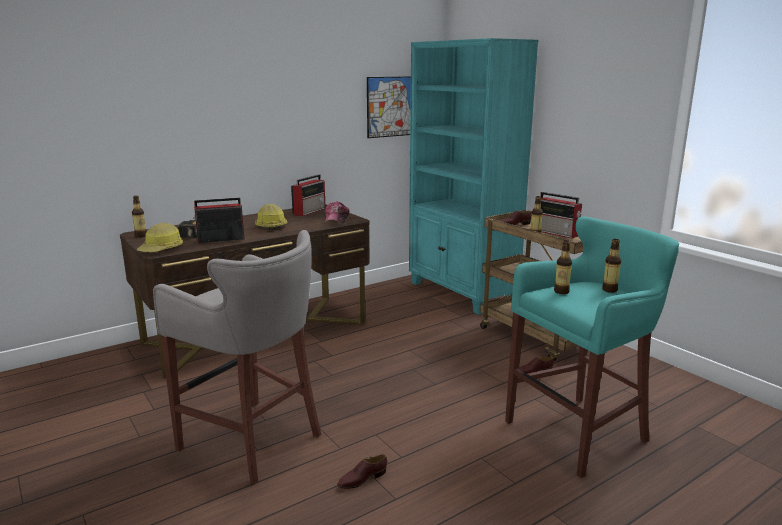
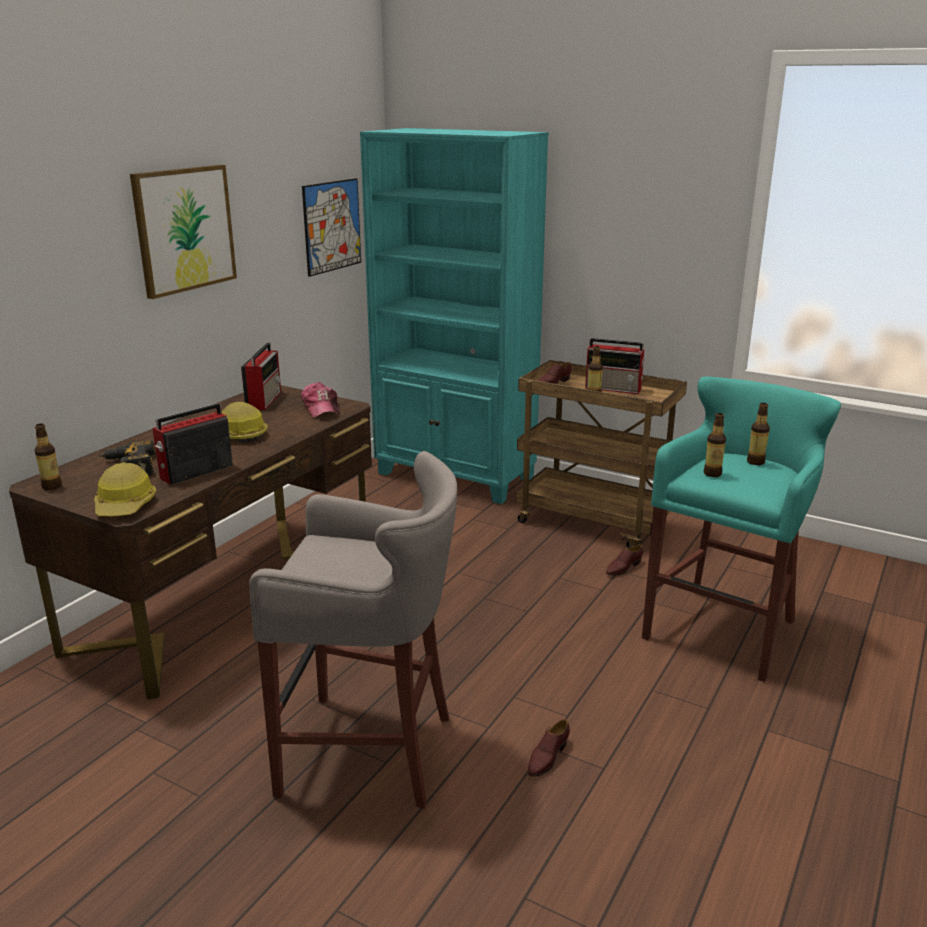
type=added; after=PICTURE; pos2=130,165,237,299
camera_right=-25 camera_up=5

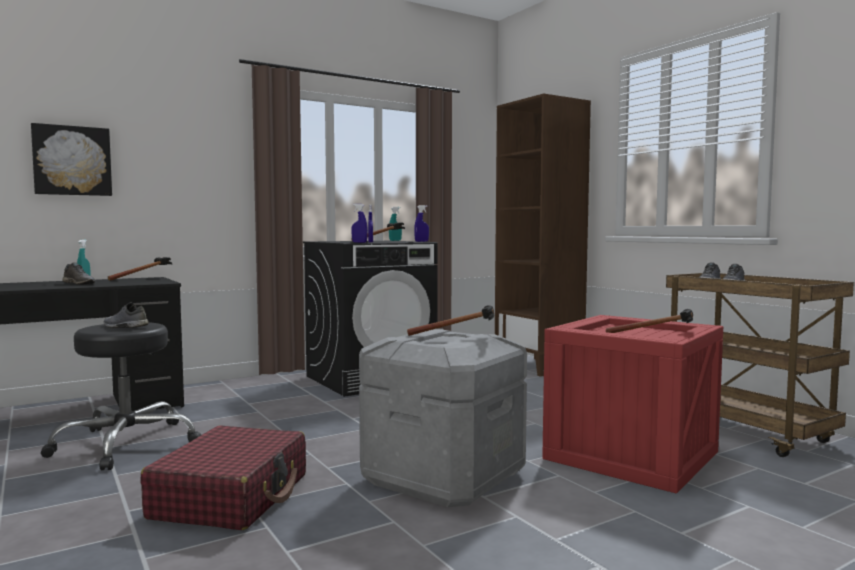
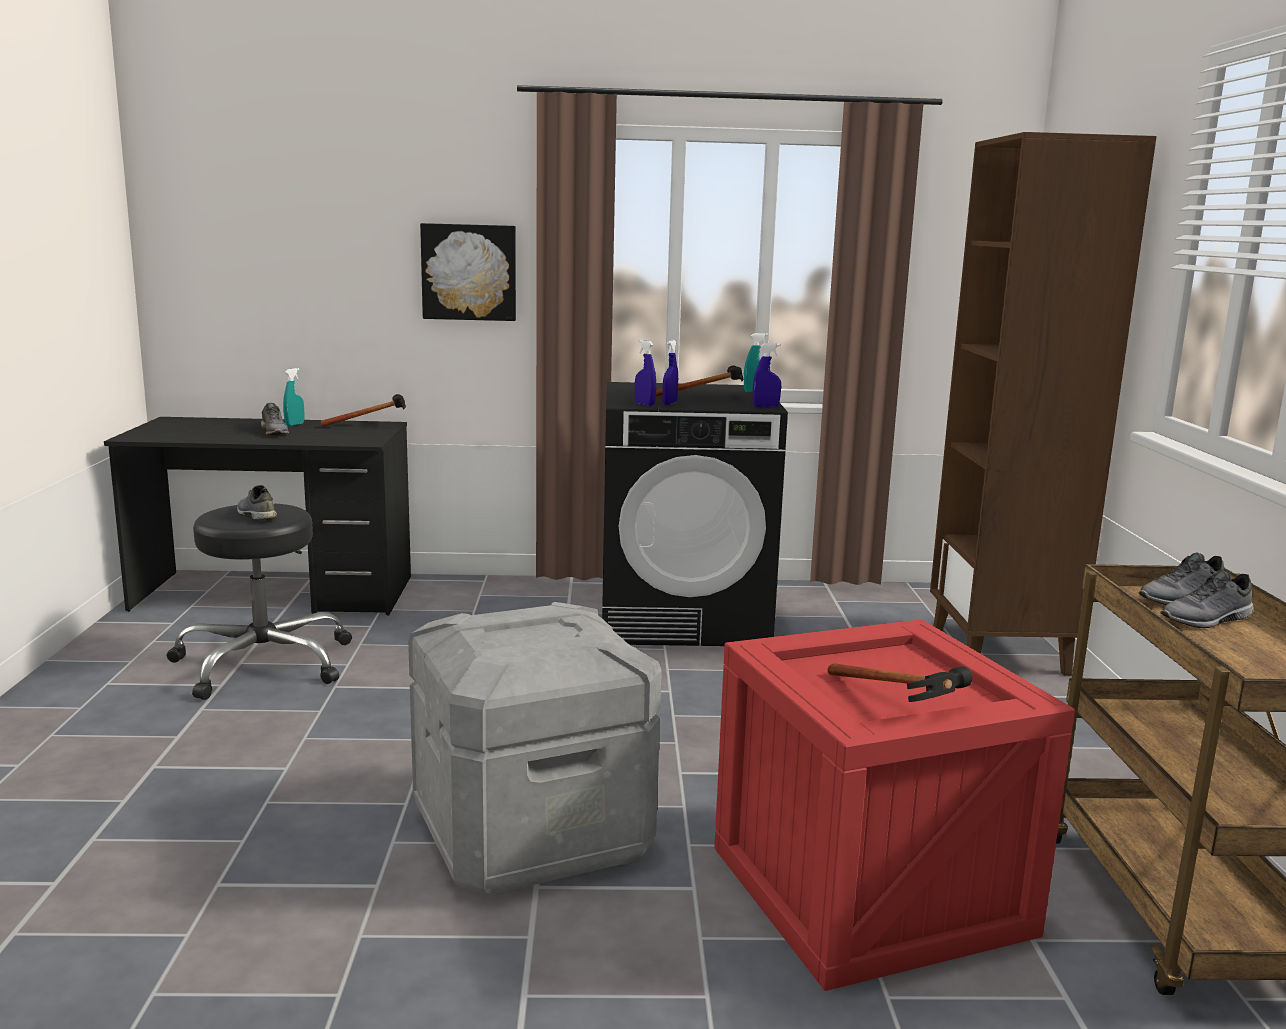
type=moved; before=PICTURE; pos1=31,123,112,196; pos2=420,223,516,321
type=removed; before=RED-COLOURED SUITCASE; pos1=140,425,306,530
type=removed; before=TOOL HAMMER; pos1=407,305,494,336
camera_right=30 camera_up=10

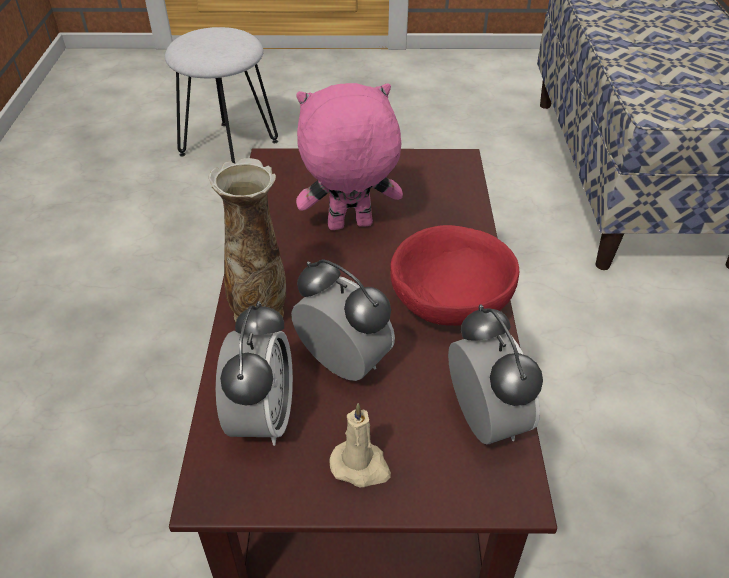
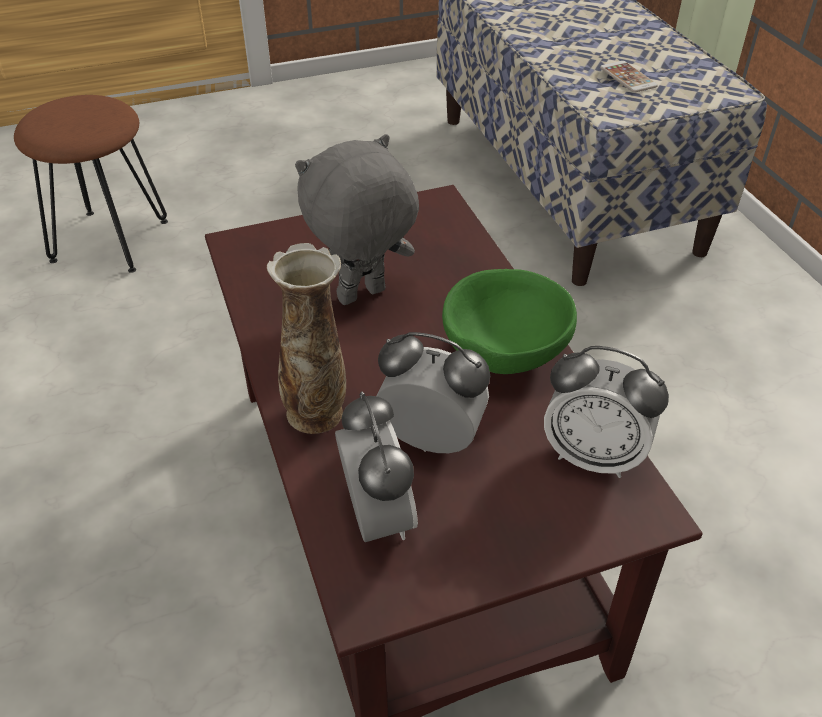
type=recoloured; before=WHITE-COLOURED STOOL SEAT; after=BROWN STOOL SEAT; pos1=165,27,278,164; pos2=14,95,168,273
type=recoloured; before=PINK-COLOURED CUDDLY TOY; after=GREYISH CUDDLY TOY; pos1=296,83,403,230; pos2=295,134,419,305
type=recoloured; before=RED-COLOURED BOWL; after=GREEN BOWL; pos1=390,225,519,326; pos2=442,269,577,374
type=turned; before=ALARM CLOCK; pos1=448,304,543,444; pos2=544,346,669,478; turn=150
type=added; after=HANDSET; pos2=600,61,658,93
type=removed; before=SAND-COLOURED CANDLE; pos1=330,403,391,487
camera_right=-20 camera_up=0

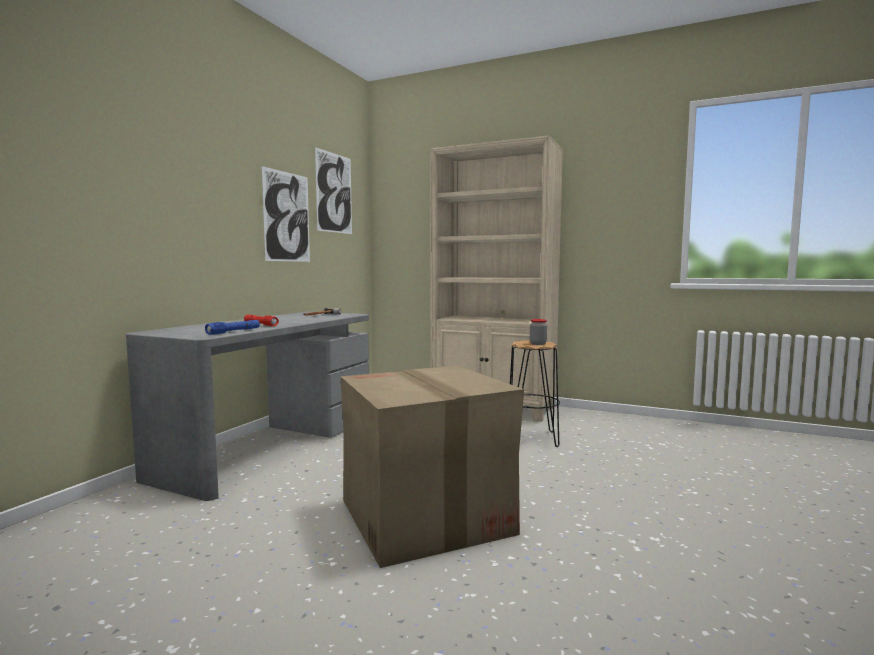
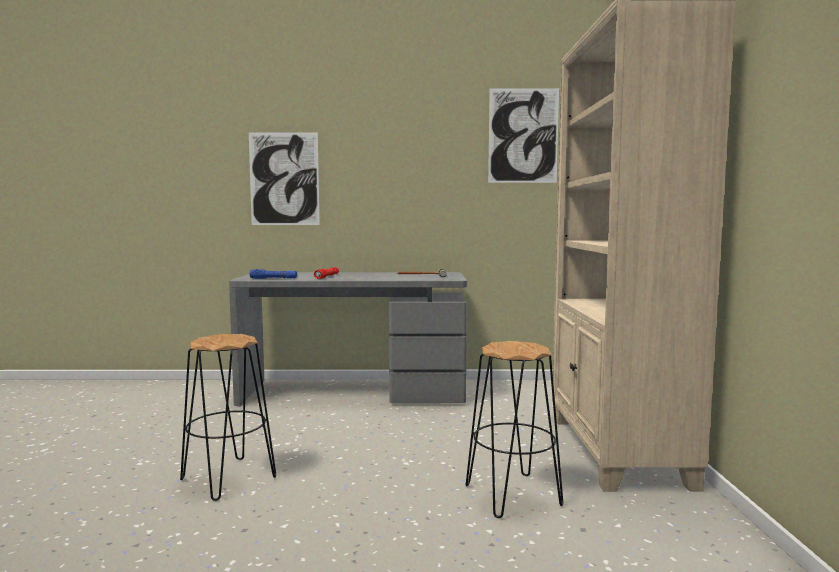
type=replaced; before=CARDBOARD BOX; after=BLACK-COLOURED STOOL SEAT; pos1=341,366,524,568; pos2=180,334,276,501
type=moved; before=PICTURE; pos1=262,166,310,262; pos2=249,132,320,225
type=removed; before=PRESERVE JAR; pos1=530,319,547,345
camera_right=65 camera_up=0

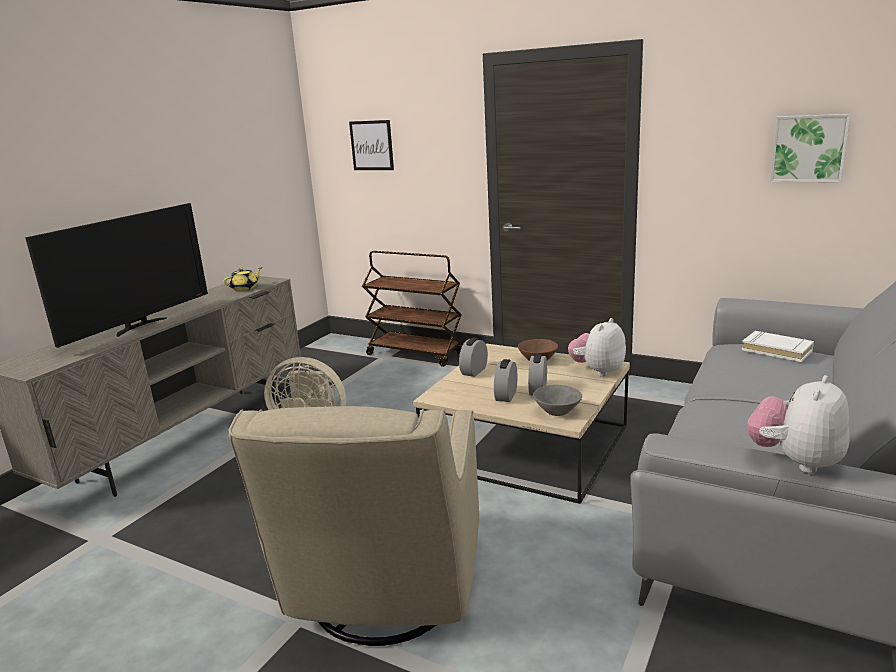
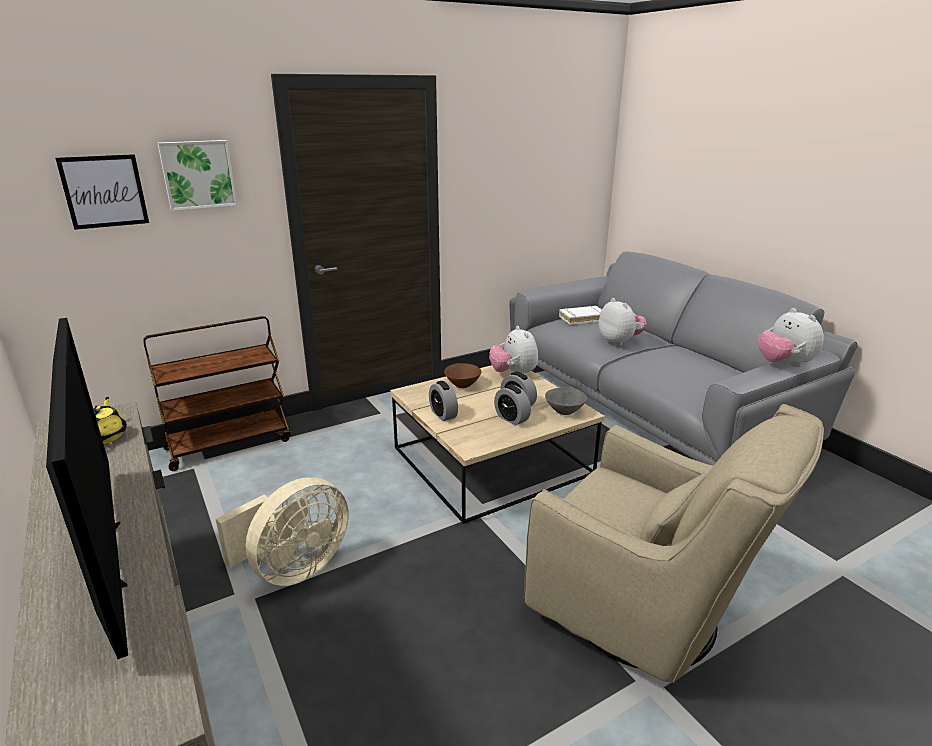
type=moved; before=PICTURE; pos1=770,114,850,182; pos2=157,140,237,211
type=added; after=CUDDLY TOY; pos2=599,298,647,346
camera_right=-60 camera_up=5

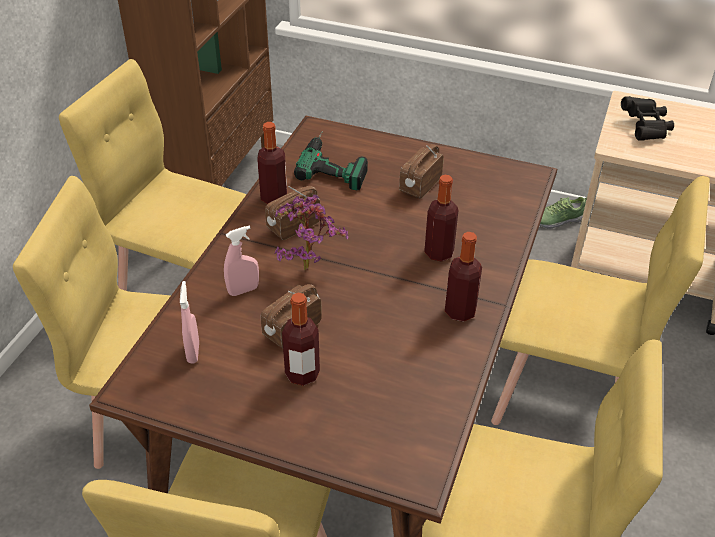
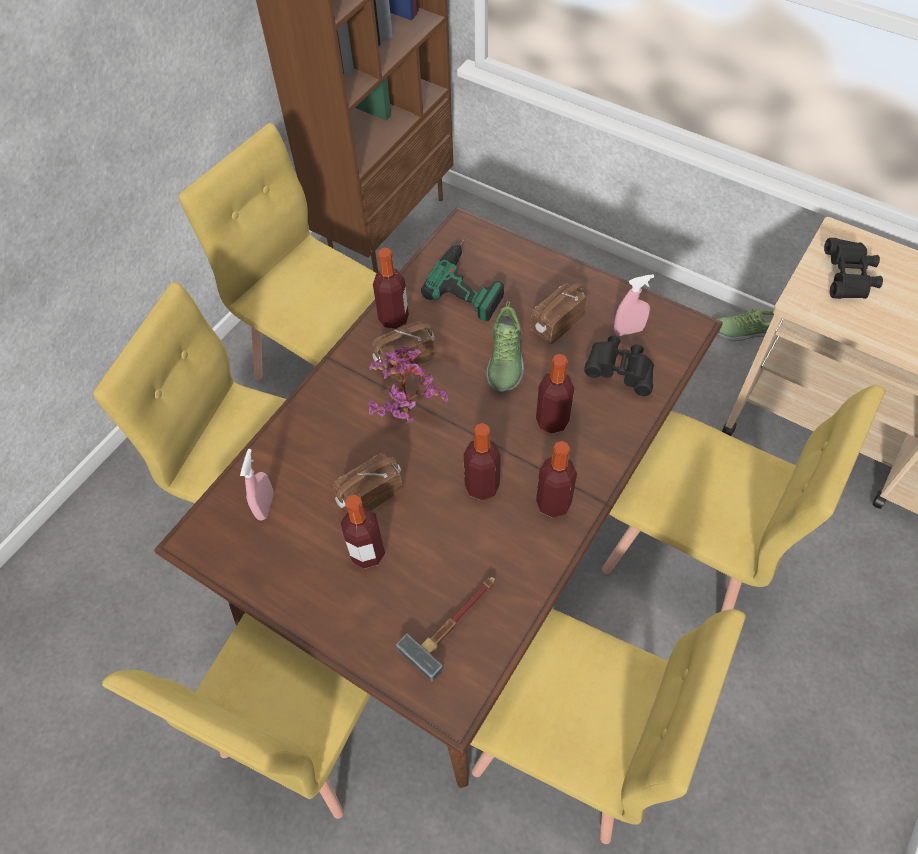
type=added; after=TOOL HAMMER; pos2=396,577,495,682
type=added; after=DRINK BOTTLE; pos2=464,423,501,500
type=added; after=LOW SHOE; pos2=486,301,524,391
type=added; after=BLACK-COLOURED FIELD GLASSES; pos2=584,336,654,396
type=moved; before=PINK-COLOURED SPRAY BOTTLE; pos1=224,225,259,296; pos2=614,274,654,336
camera_right=15 camera_up=15

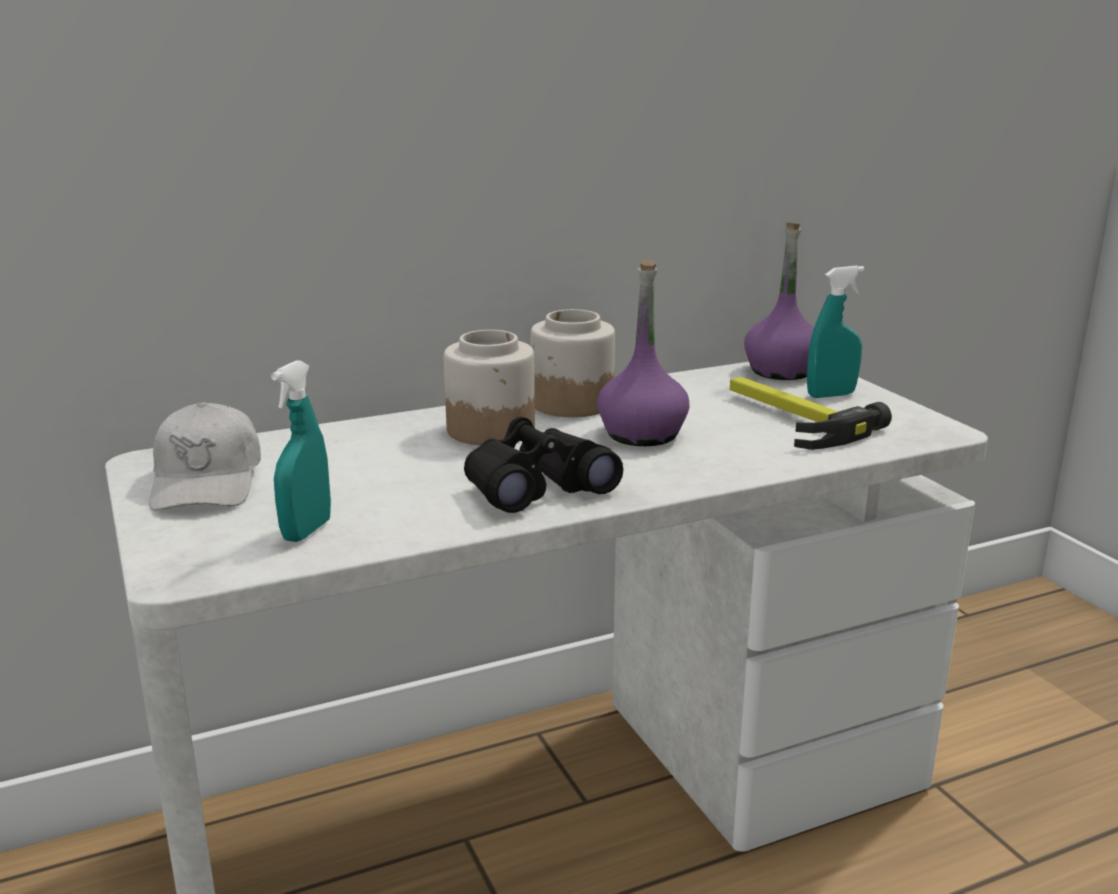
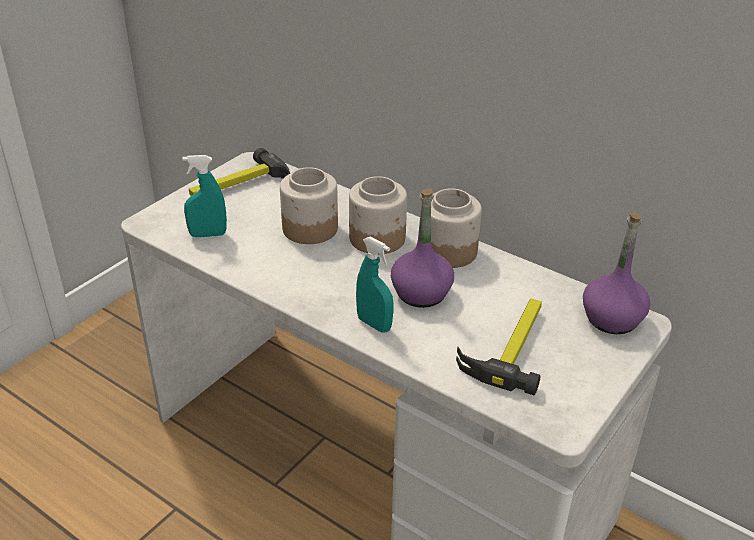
type=replaced; before=WHITE-COLOURED CAP; after=TOOL HAMMER; pos1=149,402,261,511; pos2=189,148,290,196
type=added; after=PRESERVE JAR; pos2=280,167,338,244
type=moved; before=BLUE-GREEN SPRAY BOTTLE; pos1=807,266,864,398; pos2=356,237,393,332
type=removed; before=BLACK-COLOURED FIELD GLASSES; pos1=464,417,623,513
camera_right=60 camera_up=15

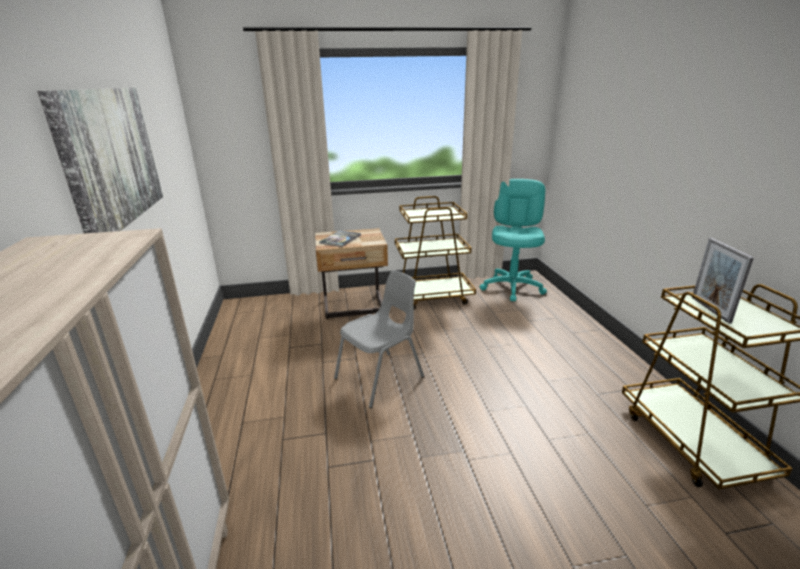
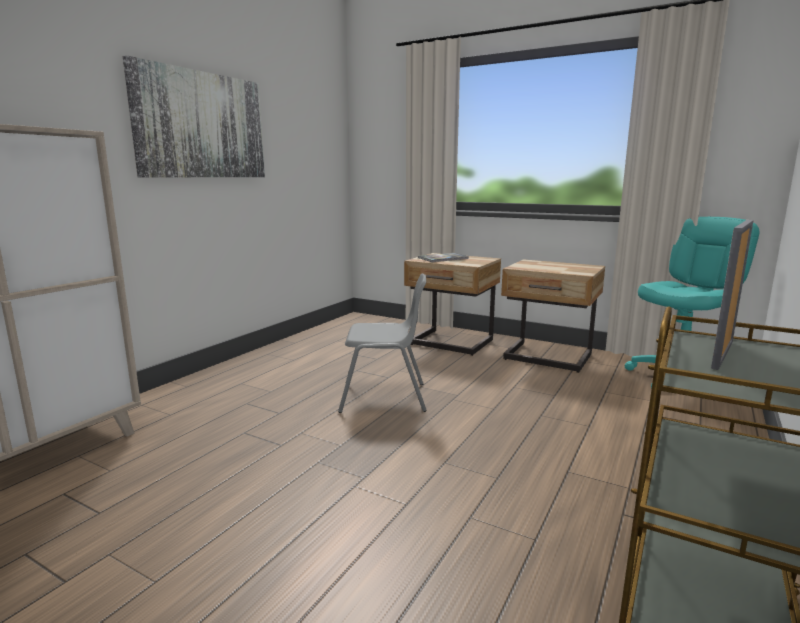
type=replaced; before=BROWN TROLLEY; after=SAND-COLOURED NIGHT TABLE; pos1=395,196,476,309; pos2=501,259,605,373
camera_right=40 camera_up=-10

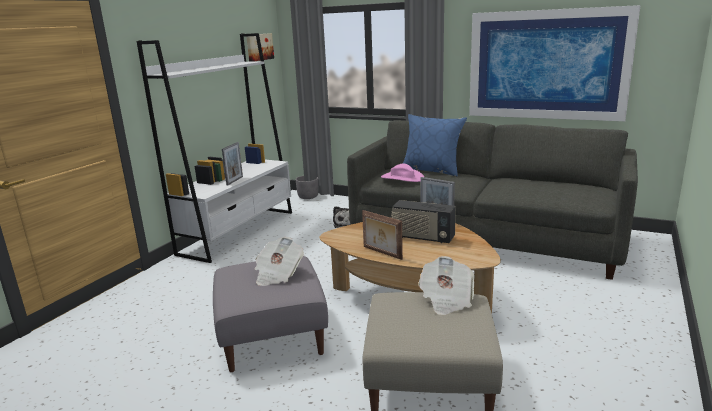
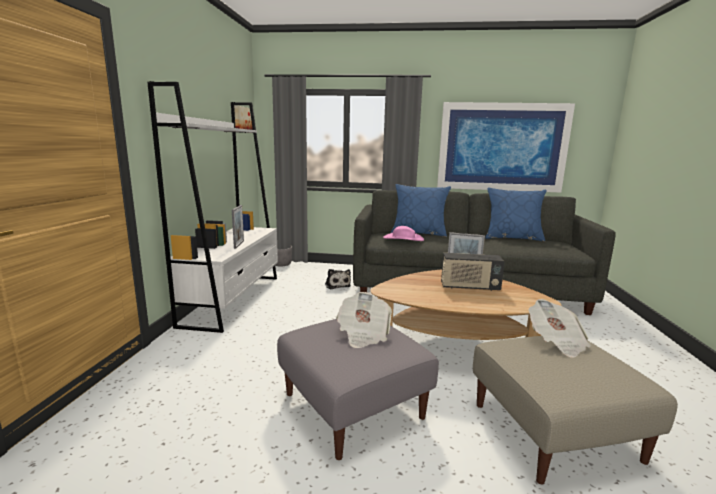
type=added; after=BLUISH THROW PILLOW; pos2=485,188,547,242
type=removed; before=PICTURE FRAME; pos1=362,210,403,260
camera_right=-20 camera_up=-5

